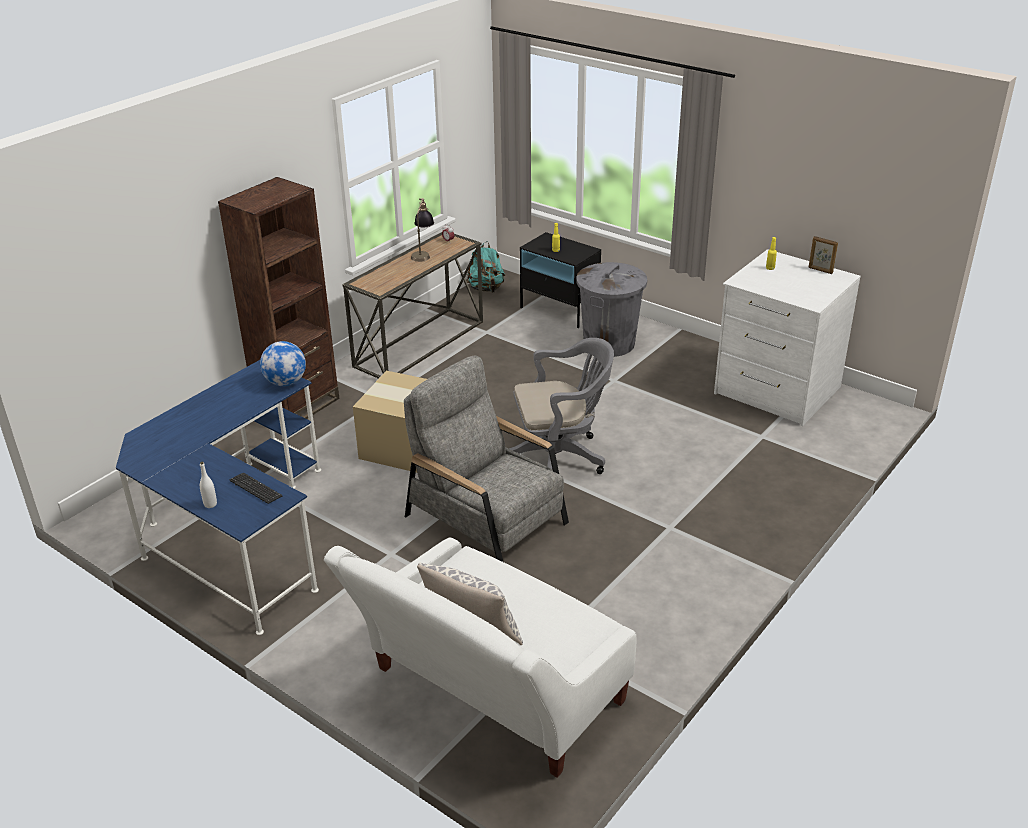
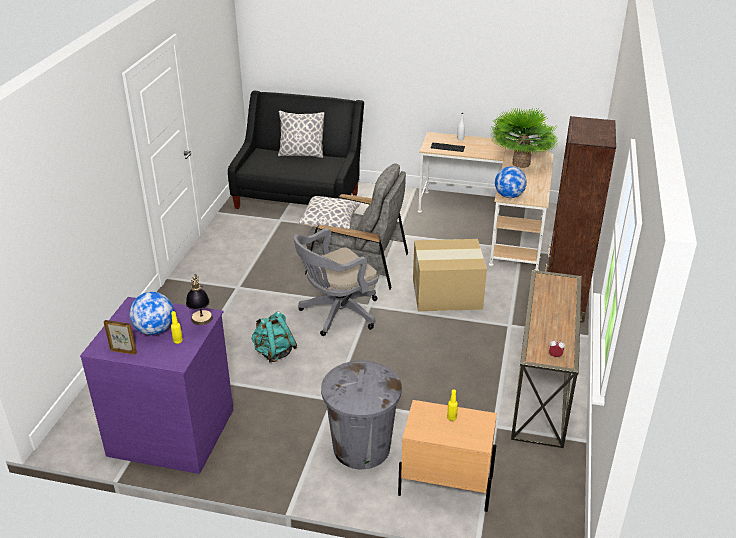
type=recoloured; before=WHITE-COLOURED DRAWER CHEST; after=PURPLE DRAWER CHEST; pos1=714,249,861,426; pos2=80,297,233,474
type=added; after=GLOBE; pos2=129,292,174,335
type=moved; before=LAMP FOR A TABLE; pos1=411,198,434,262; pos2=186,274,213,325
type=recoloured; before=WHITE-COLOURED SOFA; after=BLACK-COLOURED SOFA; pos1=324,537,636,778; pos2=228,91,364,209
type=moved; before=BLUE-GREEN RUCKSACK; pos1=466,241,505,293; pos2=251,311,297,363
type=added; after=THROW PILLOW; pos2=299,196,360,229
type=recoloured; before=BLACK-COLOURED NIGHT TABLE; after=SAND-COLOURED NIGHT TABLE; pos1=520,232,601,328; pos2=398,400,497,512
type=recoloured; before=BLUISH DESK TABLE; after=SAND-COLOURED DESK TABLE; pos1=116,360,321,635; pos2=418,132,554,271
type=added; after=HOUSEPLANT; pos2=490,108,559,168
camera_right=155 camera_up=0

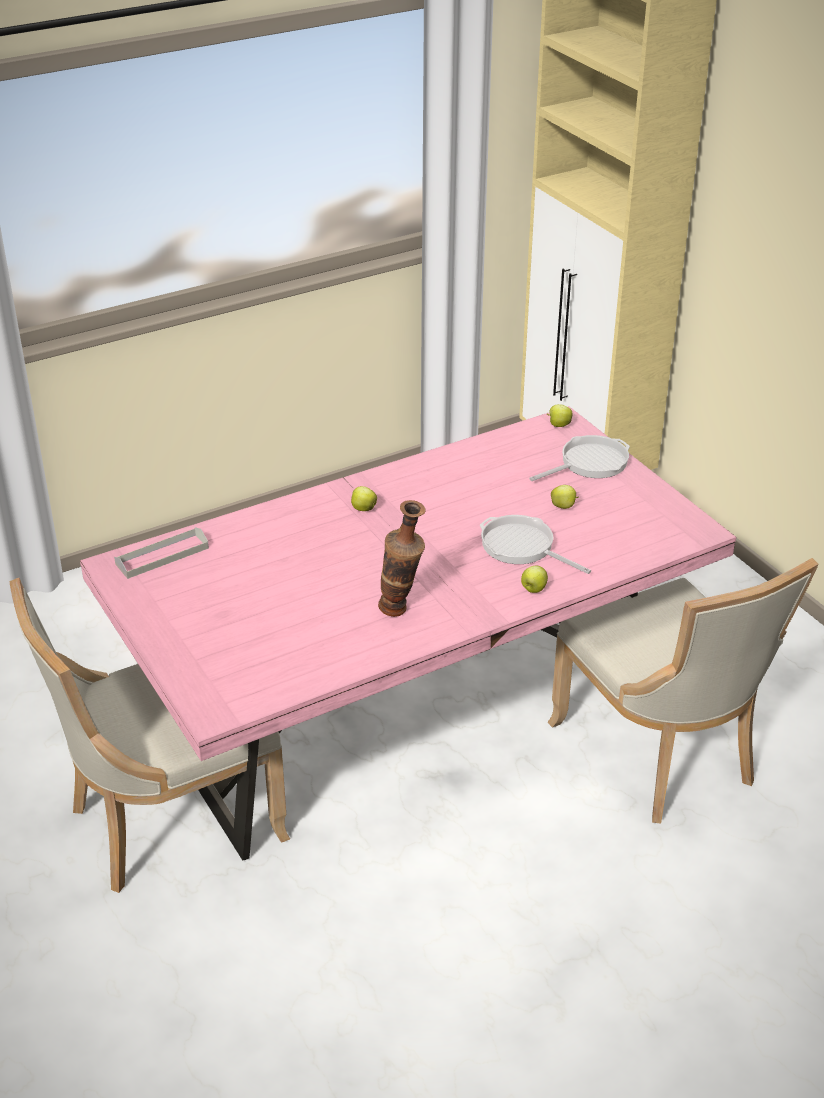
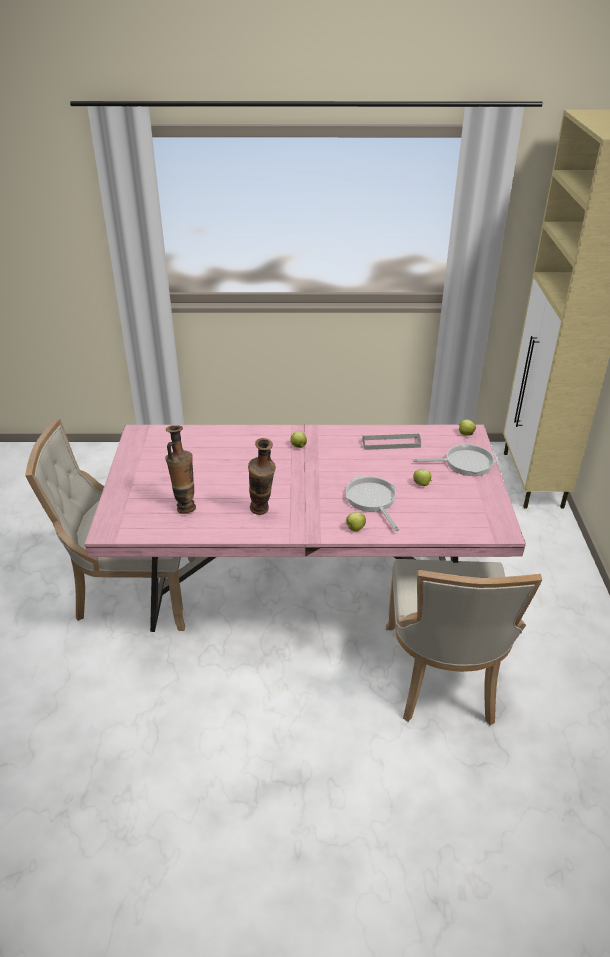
type=added; after=VASE; pos2=165,425,196,514
type=moved; before=GREYISH SERVING TRAY; pos1=114,527,209,579; pos2=362,433,421,450
camera_right=30 camera_up=0

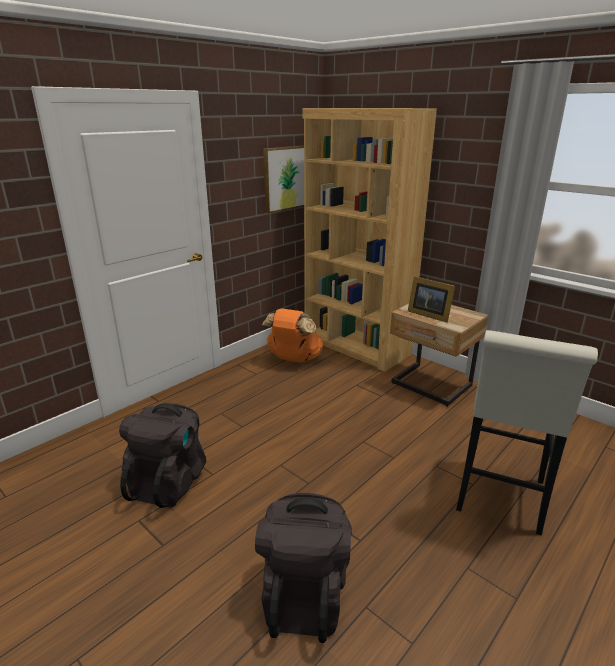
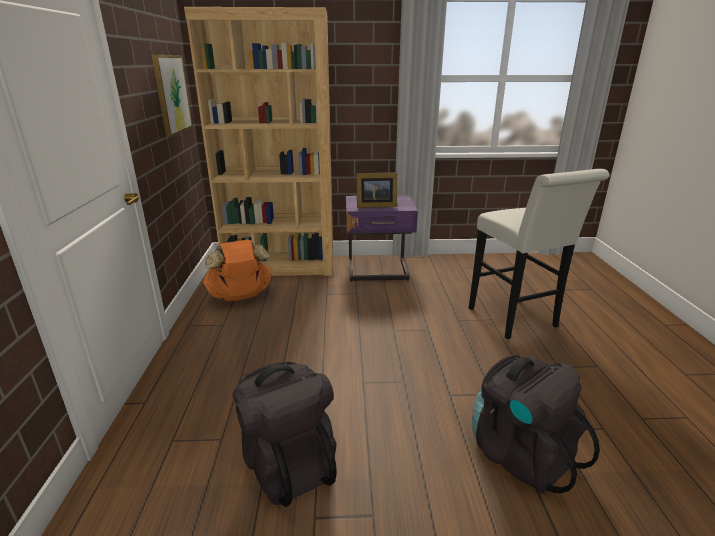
type=recoloured; before=SAND-COLOURED NIGHT TABLE; after=PURPLE NIGHT TABLE; pos1=390,304,488,406; pos2=346,195,418,282
camera_right=-45 camera_up=0

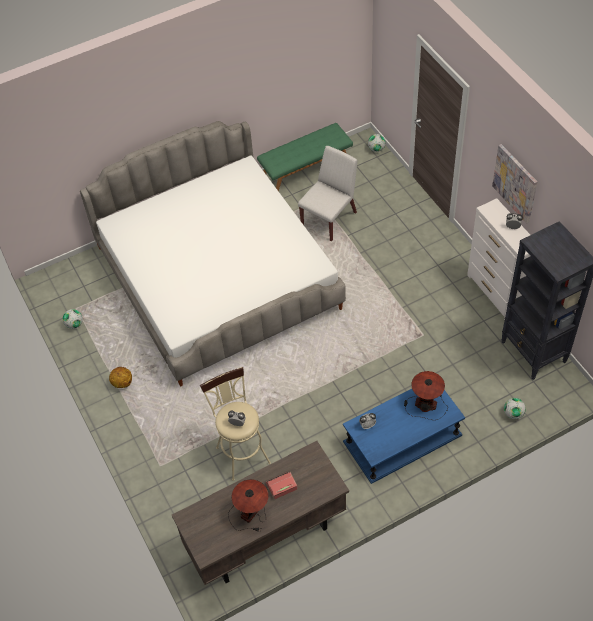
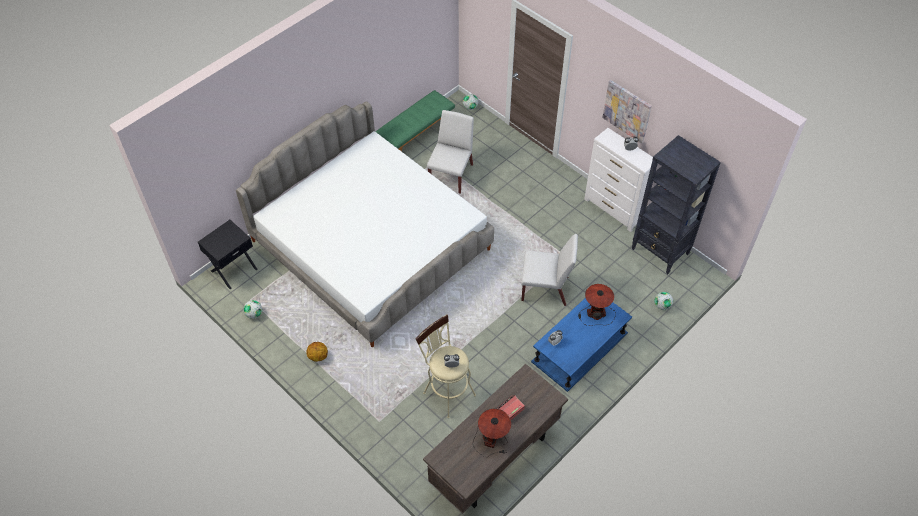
type=added; after=BLACK-COLOURED NIGHT TABLE; pos2=198,220,258,289
type=added; after=WHITE-COLOURED CHAIR; pos2=521,234,578,306
camera_right=-20 camera_up=0

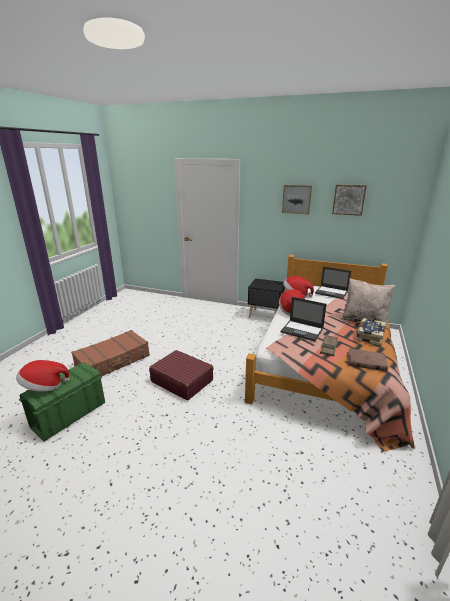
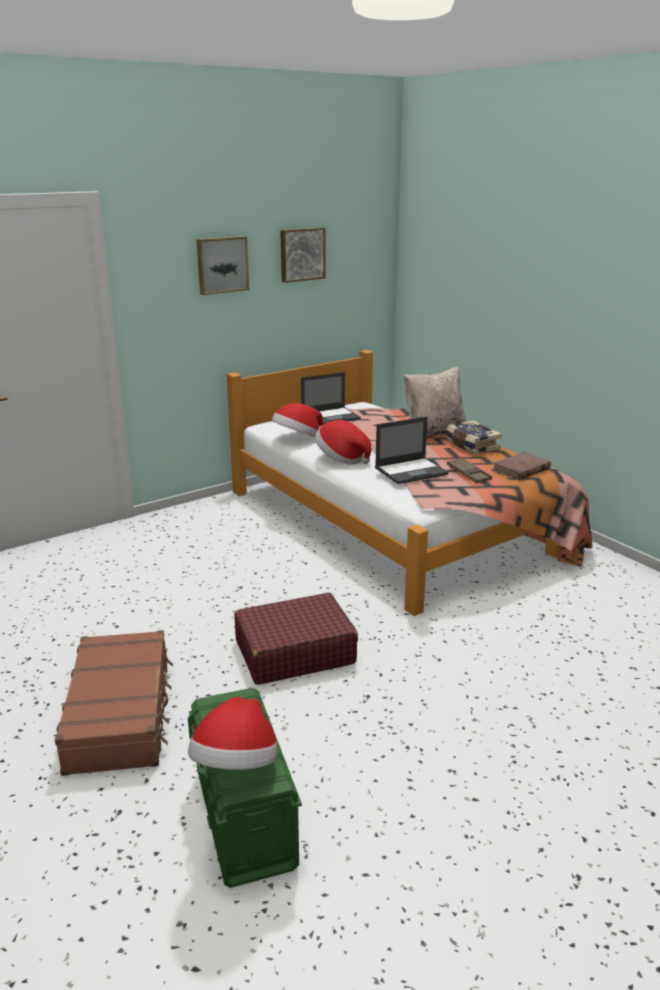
type=removed; before=BLACK-COLOURED NIGHT TABLE; pos1=248,278,285,318
camera_right=-55 camera_up=0

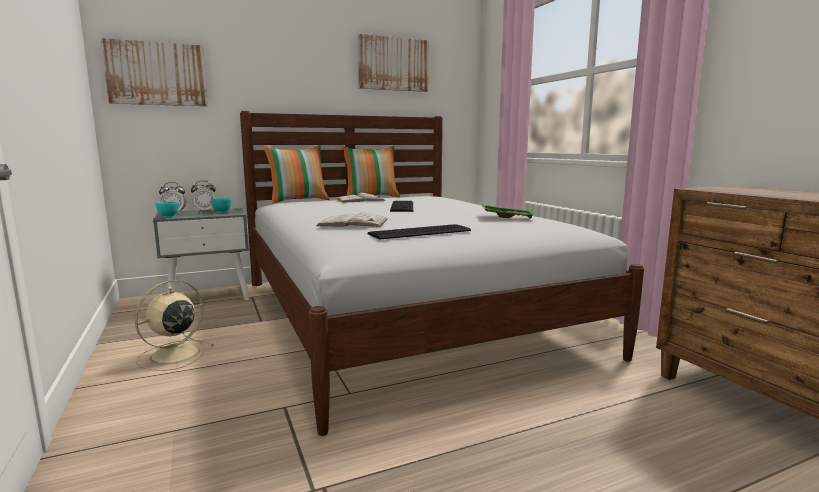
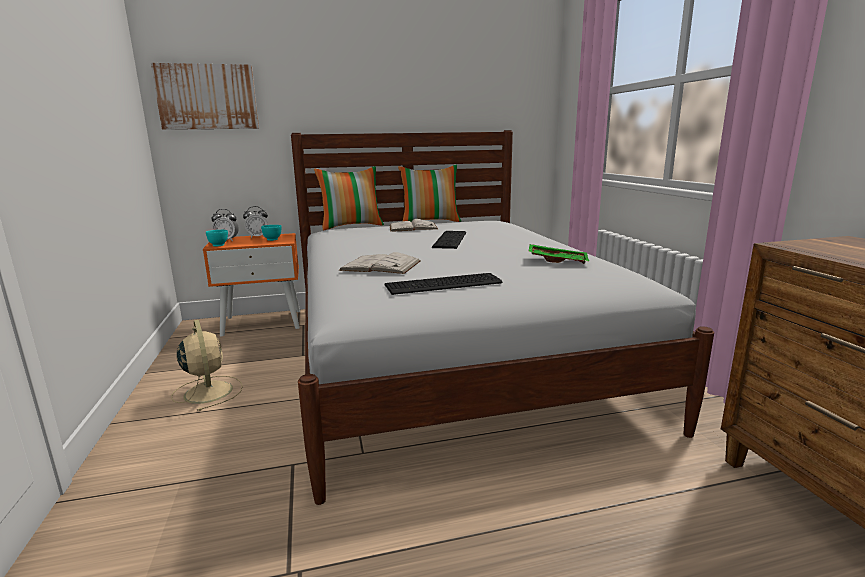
type=turned; before=SAND-COLOURED COOLING FAN; pos1=134,280,214,371; pos2=171,319,243,411; turn=105
type=recoloured; before=GREYISH NIGHT TABLE; after=ORANGE-COLOURED NIGHT TABLE; pos1=153,208,249,300; pos2=203,233,300,336
type=removed; before=PICTURE; pos1=358,34,429,92
camera_right=10 camera_up=5

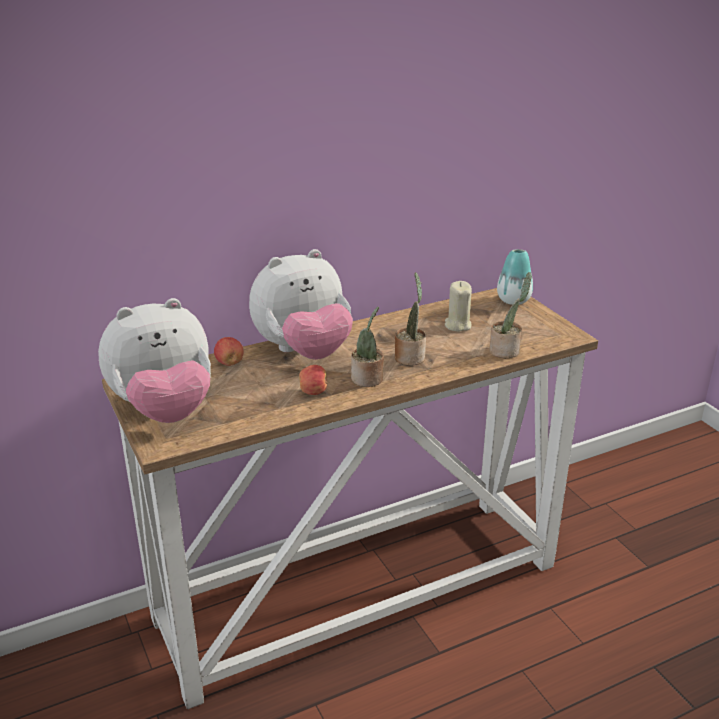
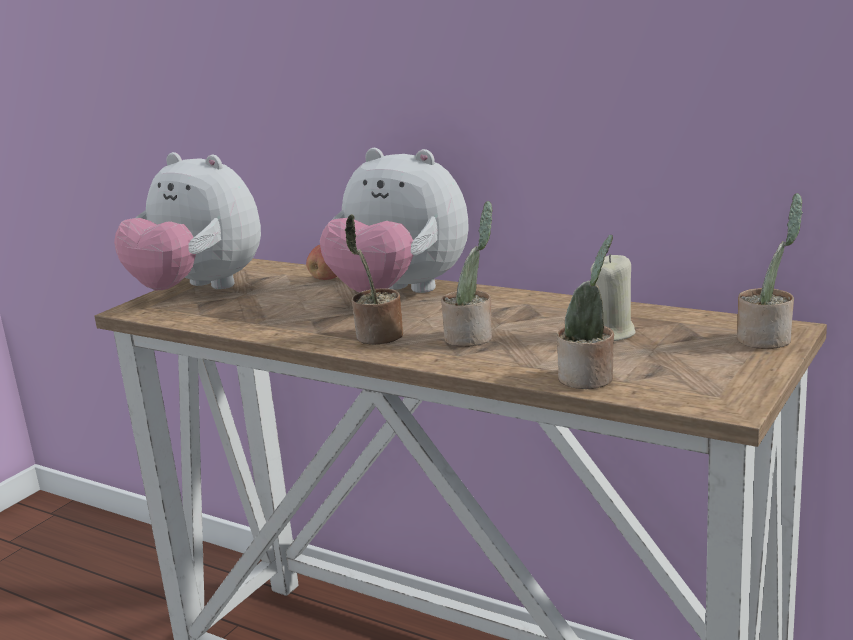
type=replaced; before=VASE; after=HOUSEPLANT; pos1=497,249,533,305; pos2=737,193,803,349
type=removed; before=APPLE; pos1=299,365,328,395
camera_right=60 camera_up=-10

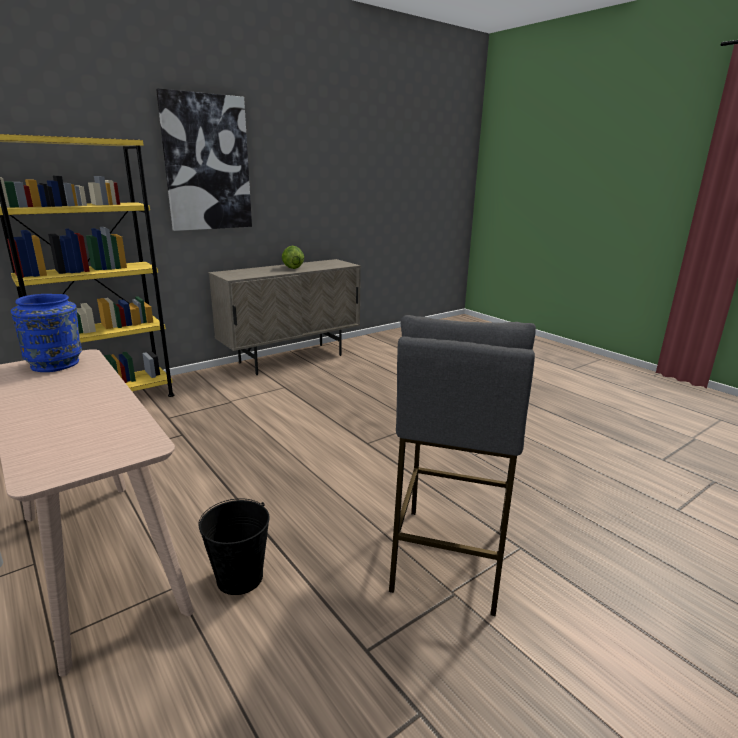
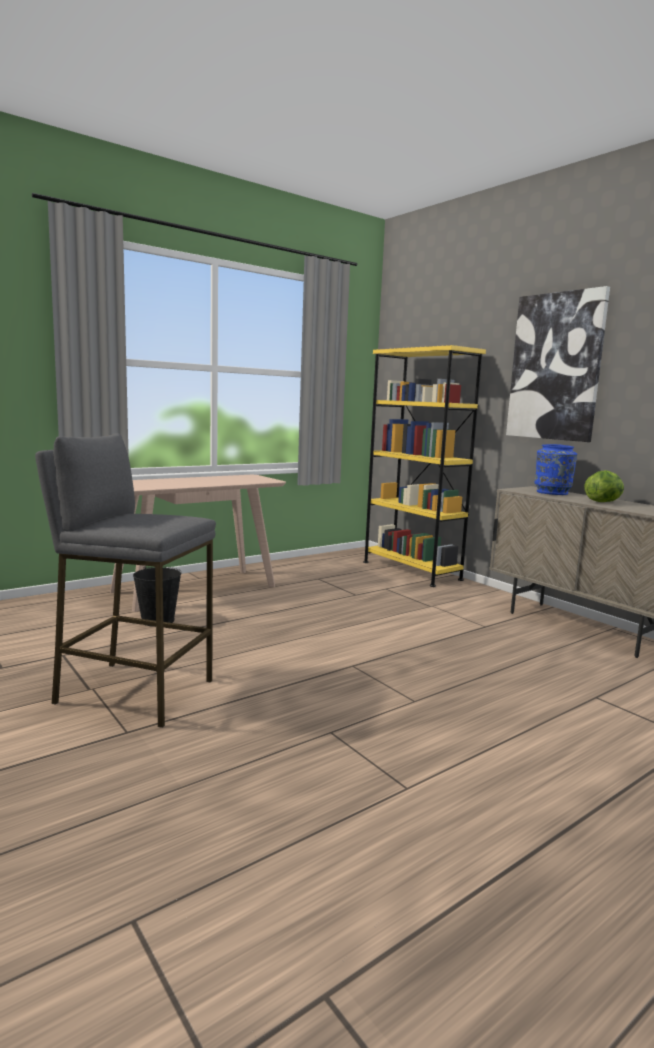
type=moved; before=BLUISH VASE; pos1=11,294,82,372; pos2=535,444,577,495
camera_right=90 camera_up=-10

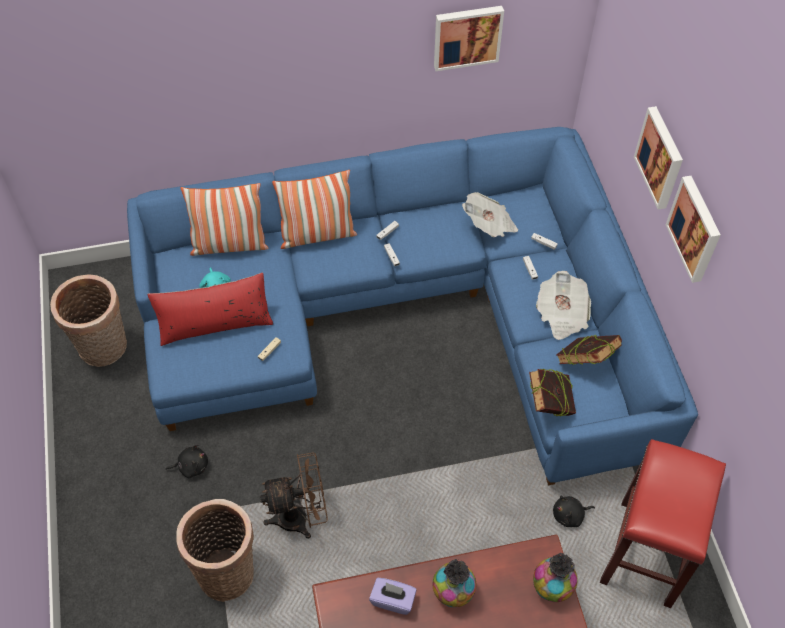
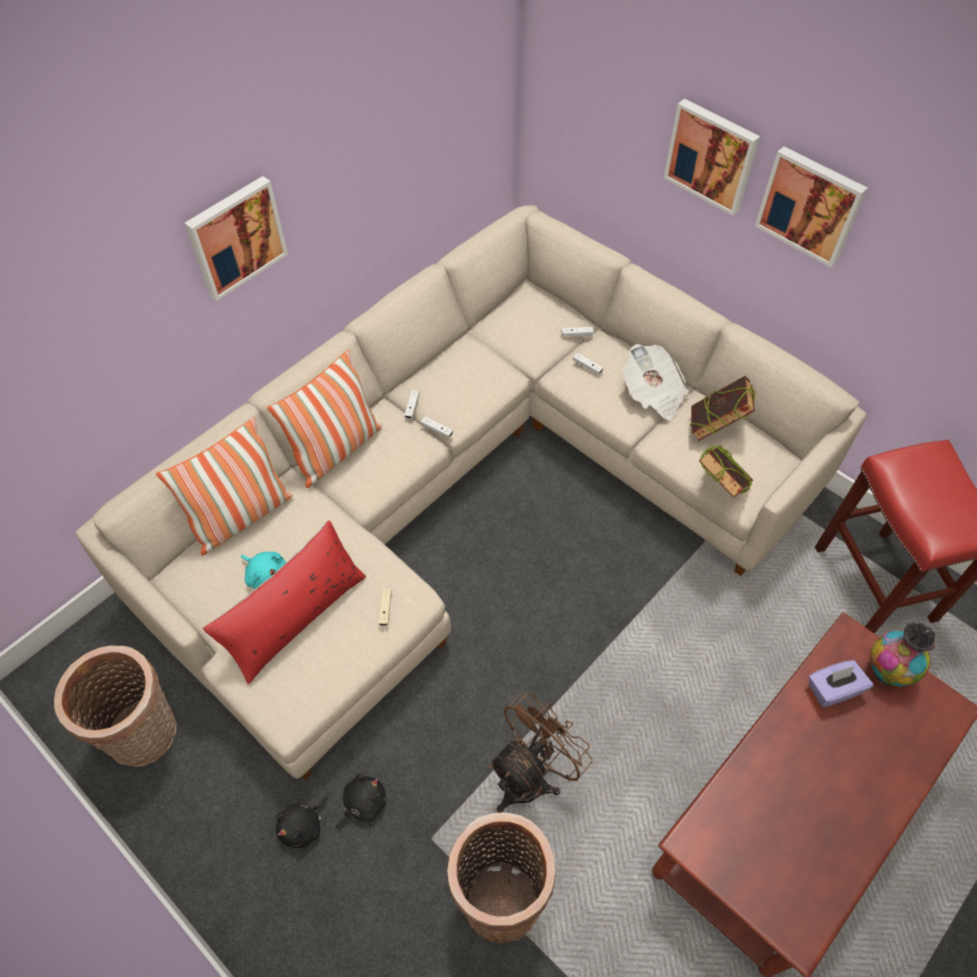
type=recoloured; before=BLUISH SOFA; after=SAND-COLOURED SOFA; pos1=127,127,698,485; pos2=76,205,867,780
type=moved; before=PICTURE; pos1=434,6,504,71; pos2=184,176,288,301
type=moved; before=BLACK-COLOURED CUDDLY TOY; pos1=553,495,595,527; pos2=275,797,328,848
type=moved; before=PURPLE TISSUE BOX; pos1=369,578,417,615; pos2=809,660,873,708
type=removed; before=VASE; pos1=433,559,477,607
type=removed; before=NEWSPAPER; pos1=462,192,518,237
camera_right=-35 camera_up=0

